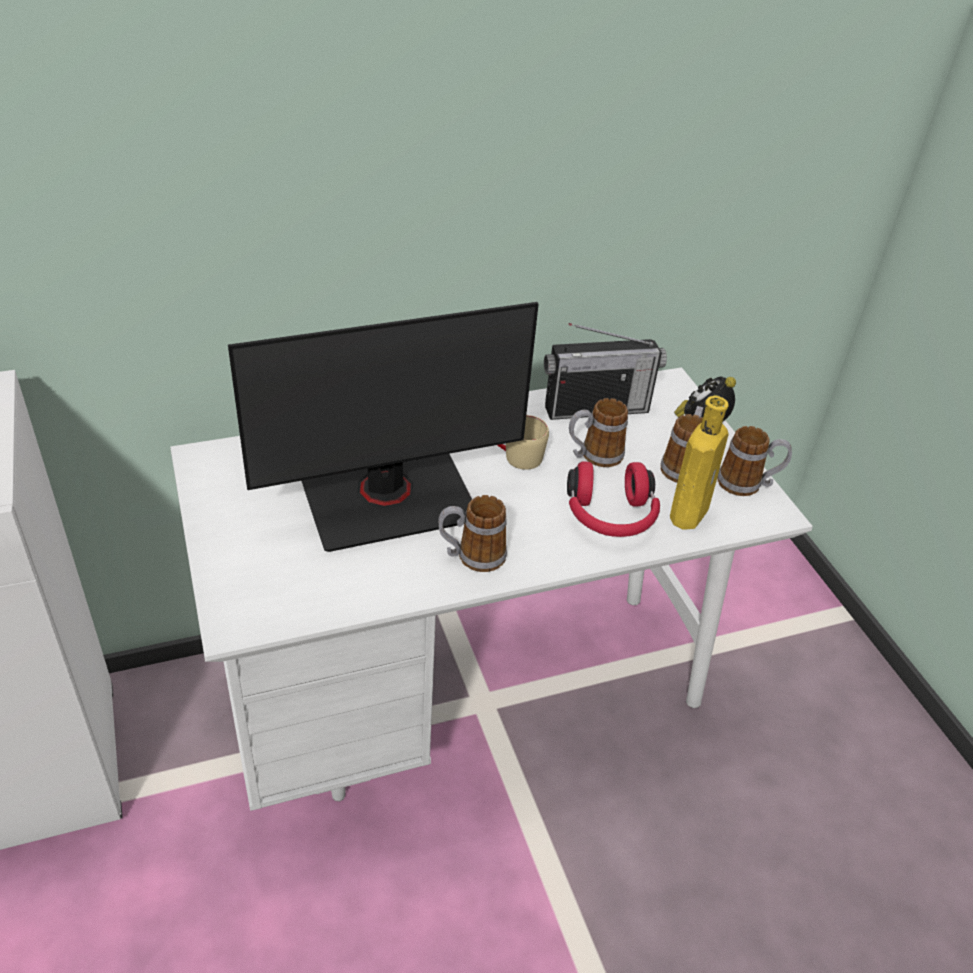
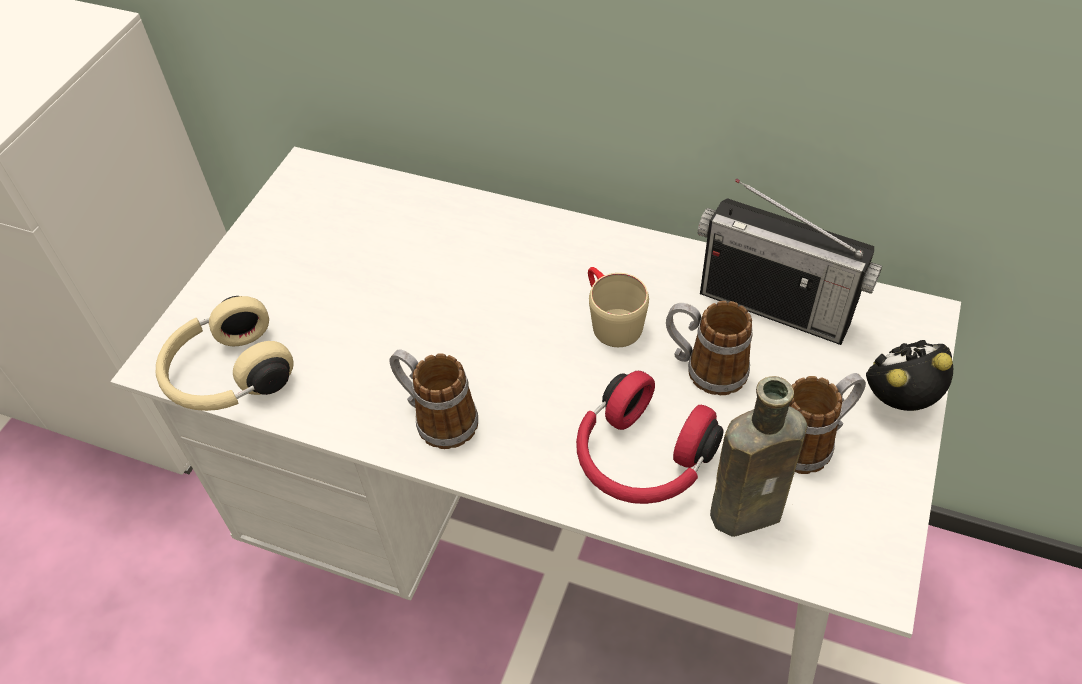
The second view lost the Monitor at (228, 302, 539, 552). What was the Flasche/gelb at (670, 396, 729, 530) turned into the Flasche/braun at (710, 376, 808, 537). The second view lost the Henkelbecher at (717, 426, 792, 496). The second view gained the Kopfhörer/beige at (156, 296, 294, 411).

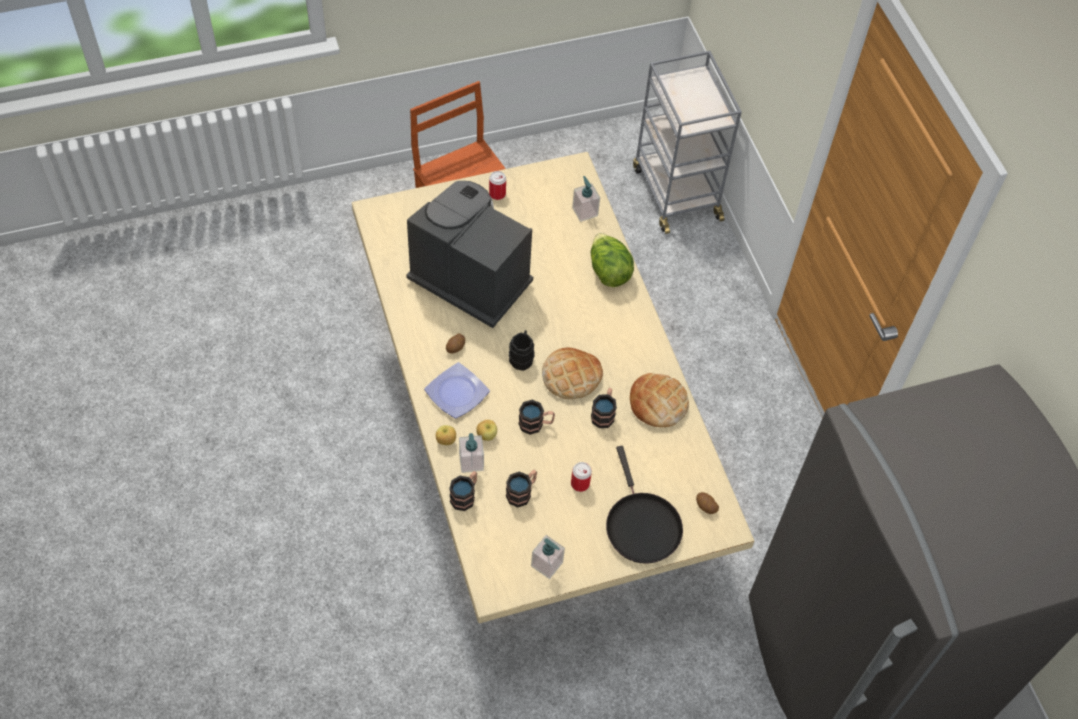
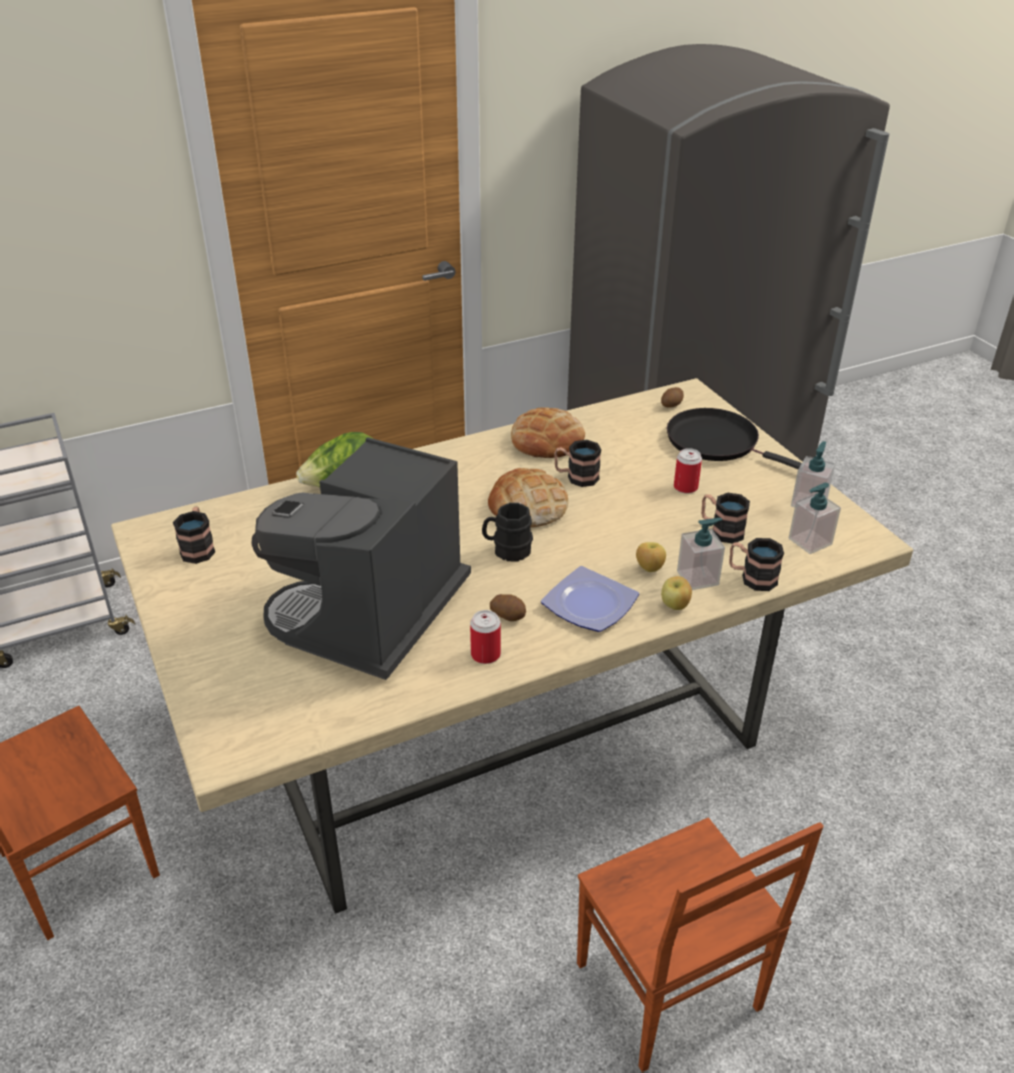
The Dose ended up elsewhere, having gone from (489, 171, 506, 200) to (470, 610, 501, 664). The Seifenspender ended up elsewhere, having gone from (572, 176, 600, 222) to (789, 483, 841, 554). The Henkelbecher ended up elsewhere, having gone from (518, 400, 555, 435) to (173, 507, 215, 564). The Pfanne/schwarz at (606, 446, 683, 564) ended up facing another way, 120 degrees counterclockwise from before. The second view gained the Stuhl/braun at (577, 818, 824, 1072).

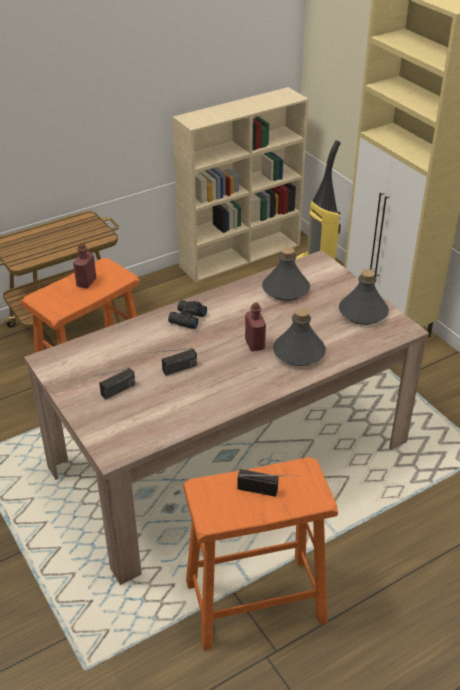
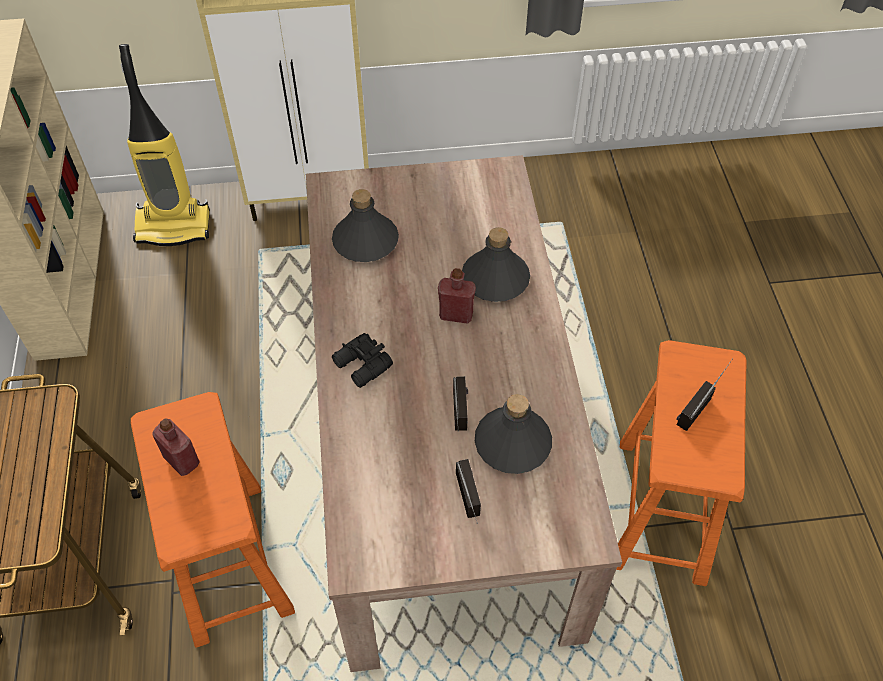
The Flasche/grau ended up elsewhere, having gone from (339, 269, 389, 325) to (475, 394, 552, 474).

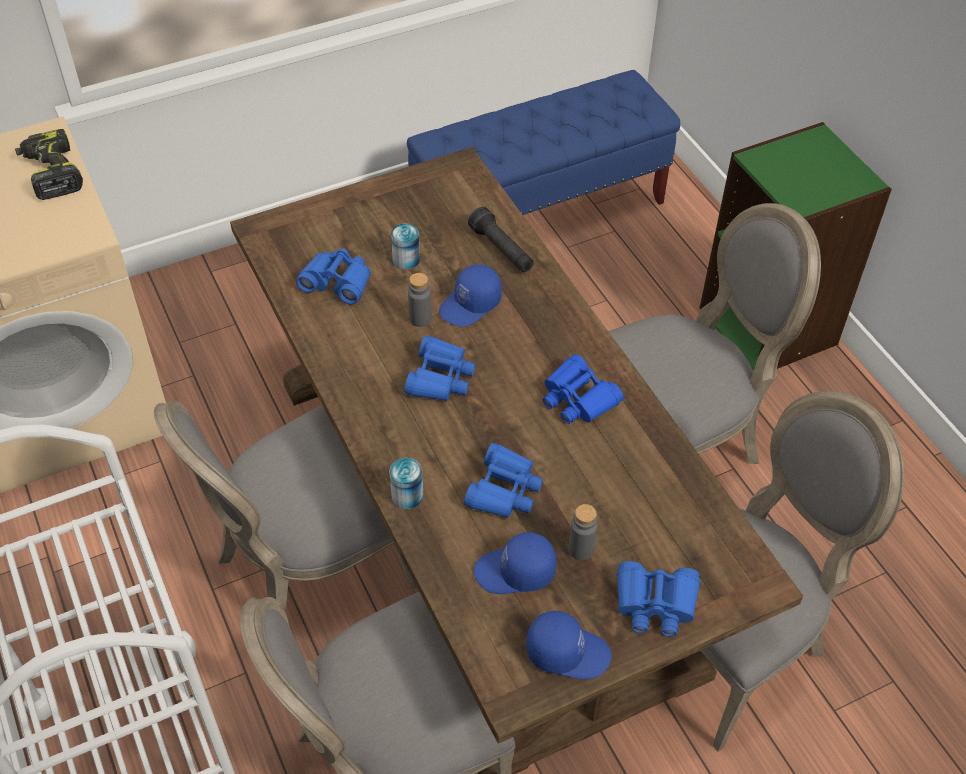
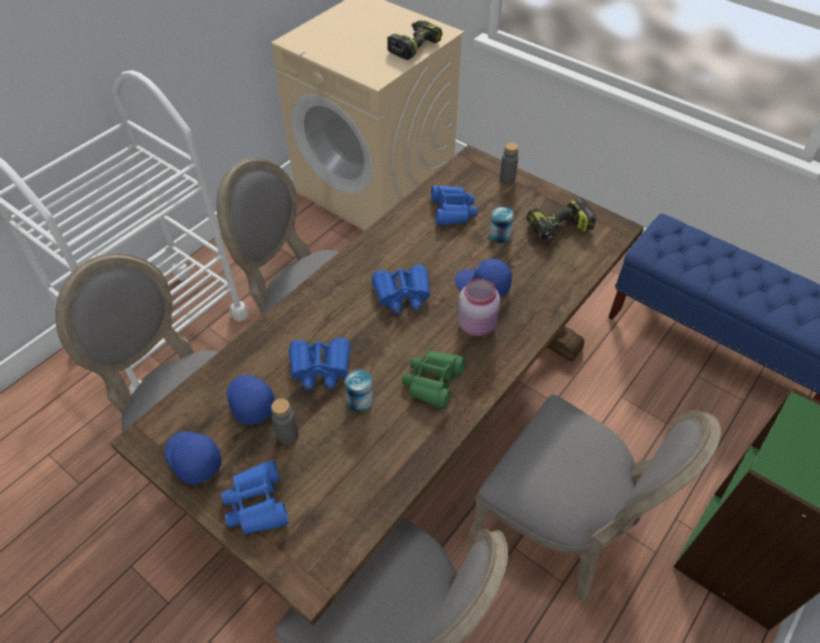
The second view lost the Taschenlampe/schwarz at (468, 207, 534, 272). The Flasche/grau ended up elsewhere, having gone from (408, 273, 432, 327) to (500, 142, 518, 184). What was the Fernglas/blau at (543, 354, 624, 424) turned into the Fernglas/grün at (402, 350, 465, 409). The Dose ended up elsewhere, having gone from (389, 458, 423, 509) to (345, 369, 373, 412). The Kappe/blau at (526, 611, 612, 680) ended up facing another way, 150 degrees clockwise from before. The second view gained the Bohrmaschine at (527, 198, 597, 242). The second view gained the Vorratsglas/rosa at (457, 279, 500, 336).

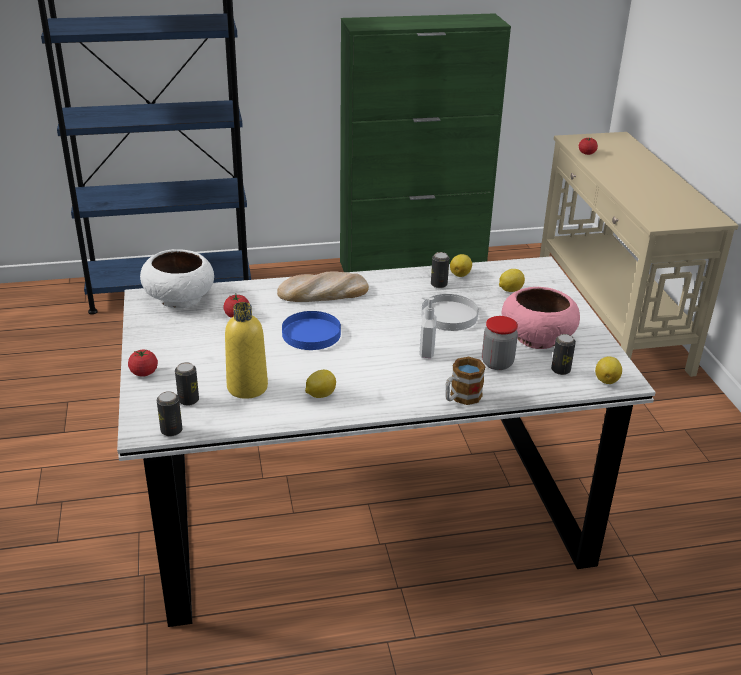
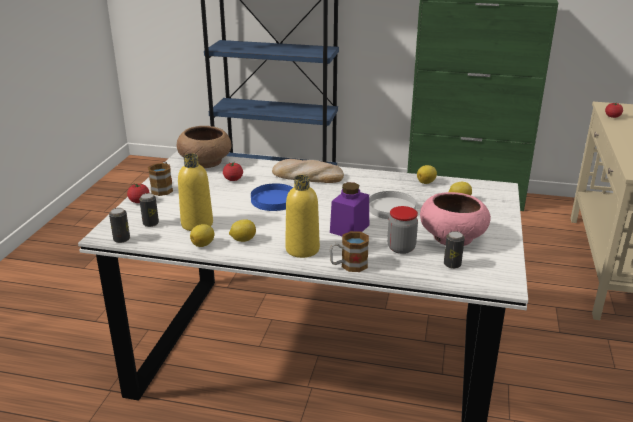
What was the Schüssel/weiß at (140, 249, 214, 308) turned into the Schüssel/braun at (177, 126, 232, 168). The second view lost the Dose at (431, 252, 449, 288). Where the Seifenspender stood at (419, 297, 437, 358), the Vorratsglas/lila came to stand at (330, 182, 369, 236). The Zitrone ended up elsewhere, having gone from (595, 356, 622, 384) to (190, 224, 214, 247). The second view gained the Henkelbecher at (148, 162, 173, 196). The second view gained the Flasche/gelb at (285, 175, 320, 258).

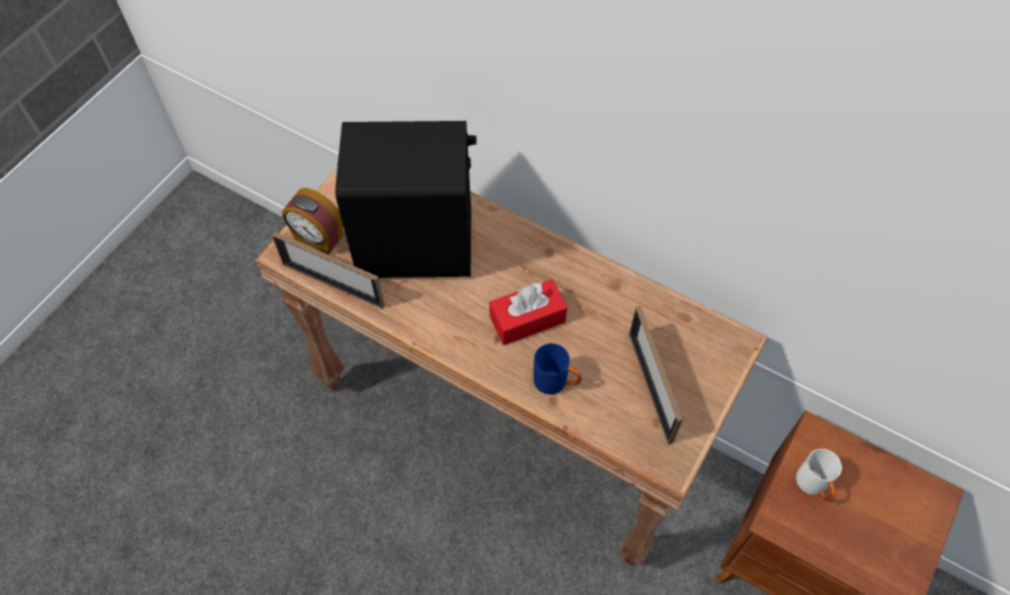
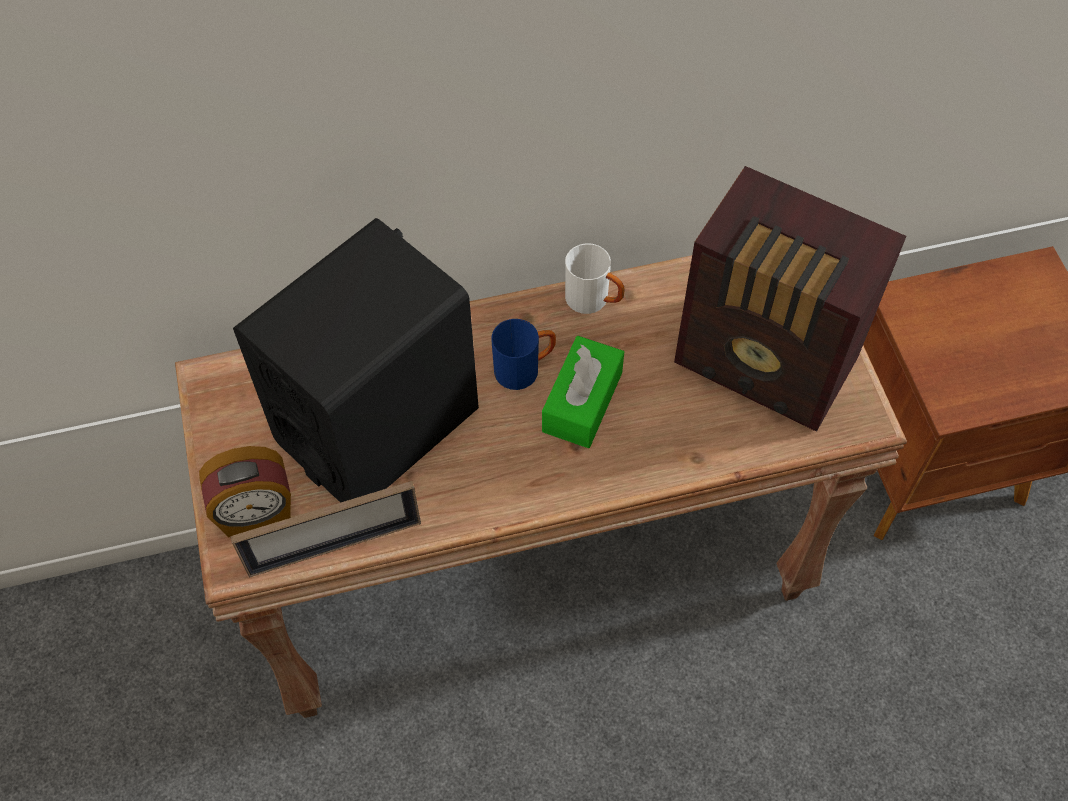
What was the Taschentuchbox/rot at (489, 279, 567, 345) turned into the Taschentuchbox/grün at (542, 336, 624, 448). Where the Bilderrahmen stood at (629, 306, 683, 444), the Radio came to stand at (674, 166, 906, 432). The Henkelbecher/blau ended up elsewhere, having gone from (533, 343, 582, 394) to (491, 319, 556, 390). The Henkelbecher/weiß ended up elsewhere, having gone from (796, 449, 842, 502) to (565, 243, 625, 314).

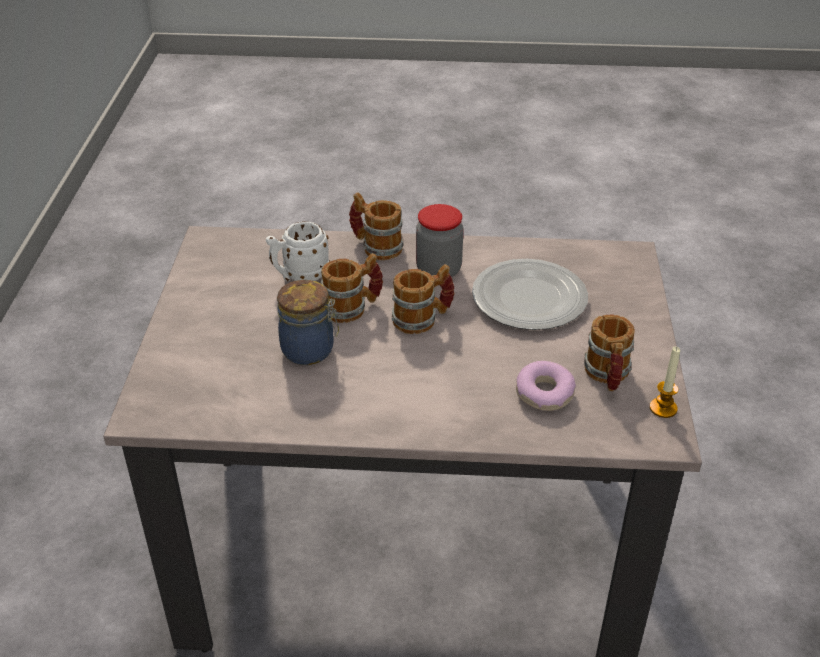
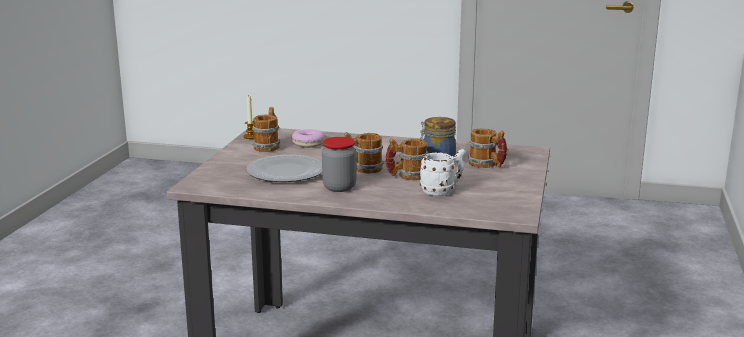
The Henkelbecher ended up elsewhere, having gone from (349, 192, 403, 260) to (468, 128, 507, 168).

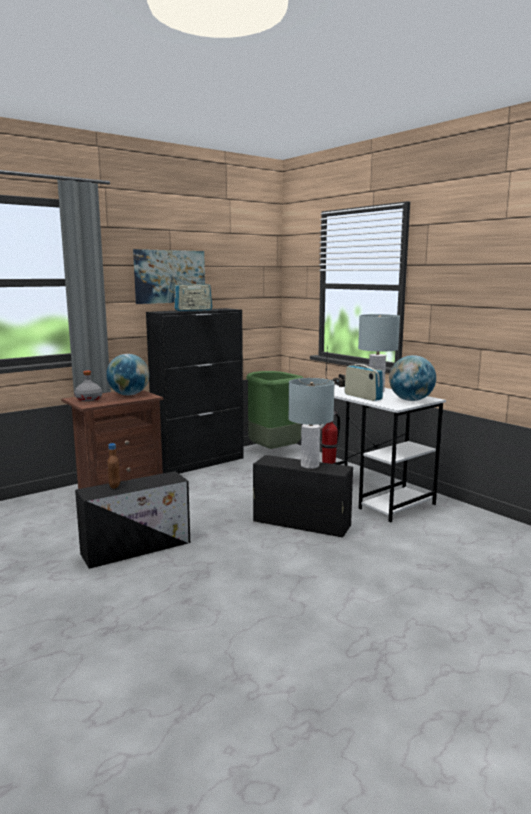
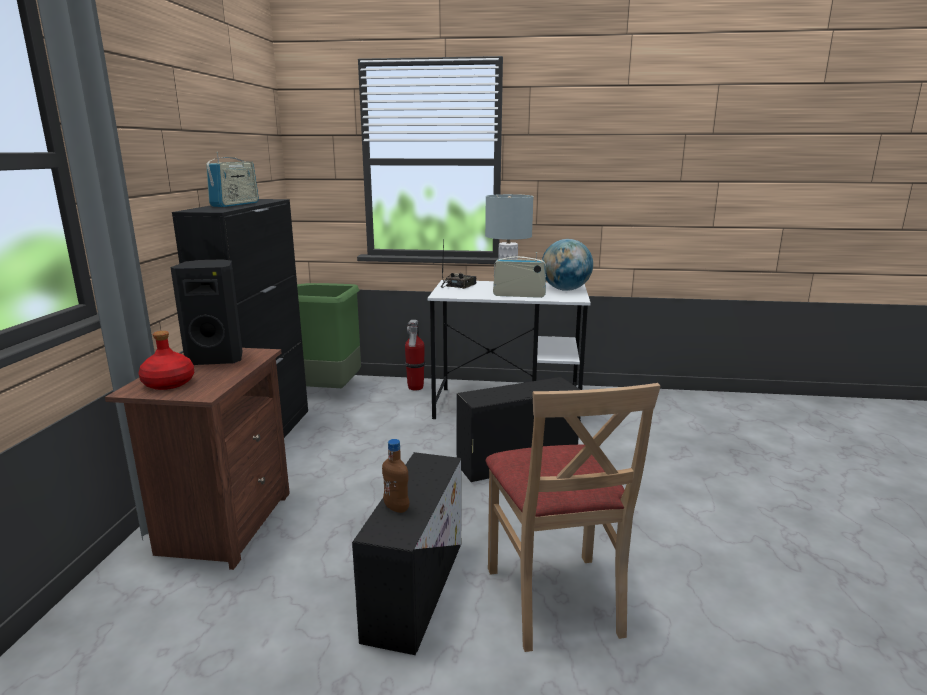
The second view lost the Bild at (133, 249, 205, 304). Where the Globus stood at (106, 354, 149, 395), the Lautsprecher/schwarz came to stand at (170, 259, 243, 365). What was the Flasche/grau at (74, 371, 102, 401) turned into the Flasche/rot at (139, 331, 194, 390). The second view lost the Tischlampe/grau at (288, 378, 335, 469). The second view gained the Stuhl/beige at (486, 383, 660, 652).

